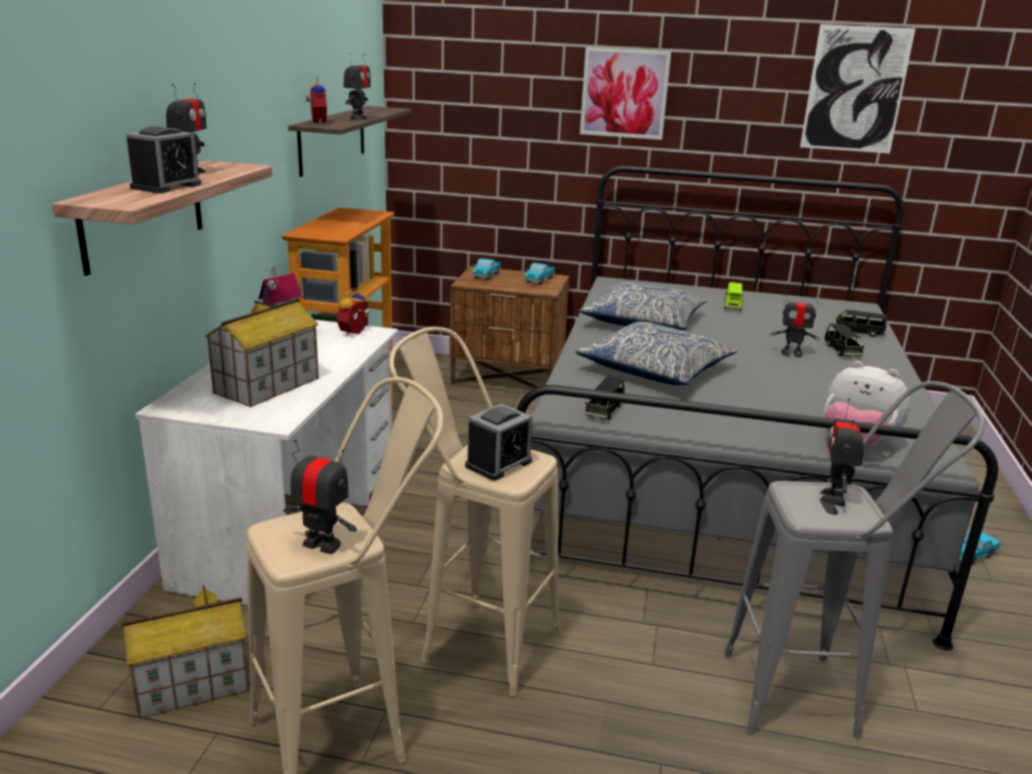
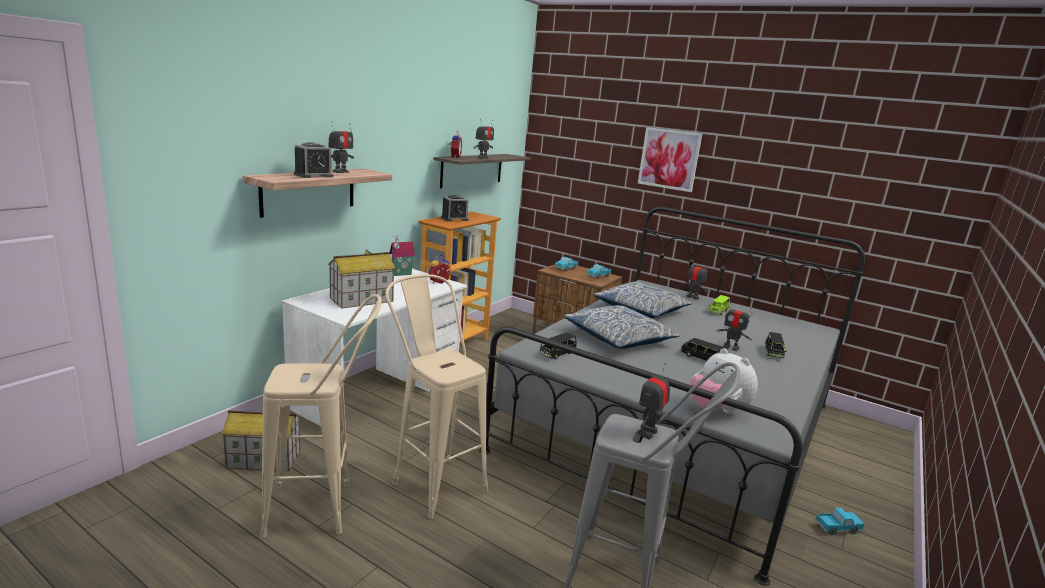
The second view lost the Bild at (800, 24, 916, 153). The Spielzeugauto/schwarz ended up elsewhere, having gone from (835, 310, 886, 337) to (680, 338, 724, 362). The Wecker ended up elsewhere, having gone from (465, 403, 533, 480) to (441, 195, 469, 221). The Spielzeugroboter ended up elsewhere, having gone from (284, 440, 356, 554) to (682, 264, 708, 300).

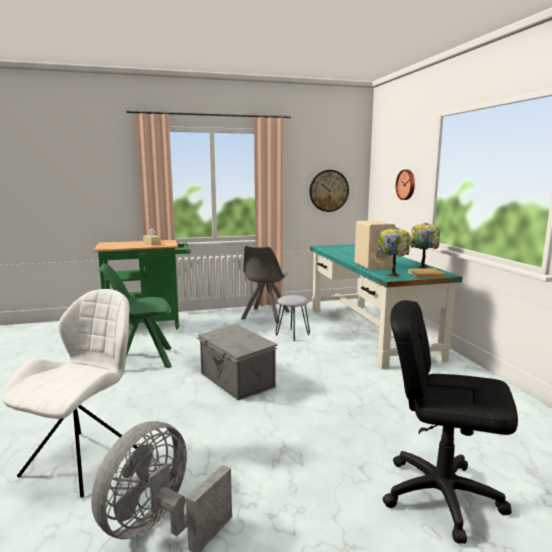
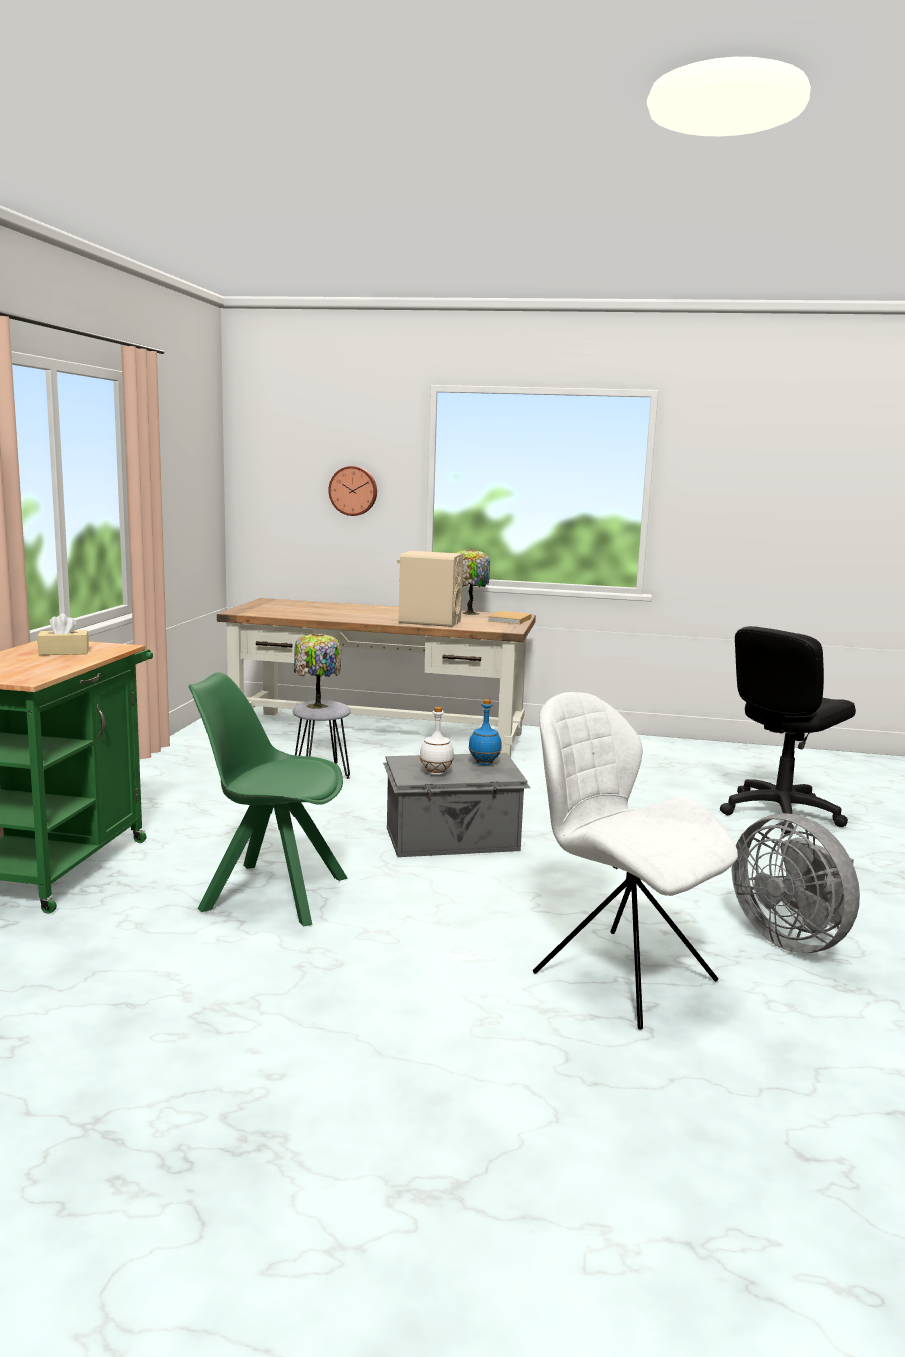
The second view lost the Wanduhr at (309, 170, 349, 212). The Tischlampe ended up elsewhere, having gone from (378, 227, 411, 277) to (294, 633, 341, 709). What was the Schreibtisch/türkis at (310, 244, 463, 369) turned into the Schreibtisch/braun at (217, 598, 536, 758). The second view lost the Stuhl/grau at (241, 245, 290, 323). The Stuhl/grün at (98, 263, 172, 368) ended up facing another way, 90 degrees clockwise from before. The second view gained the Flasche/blau at (469, 699, 502, 765). The second view gained the Flasche/weiß at (420, 707, 454, 775).

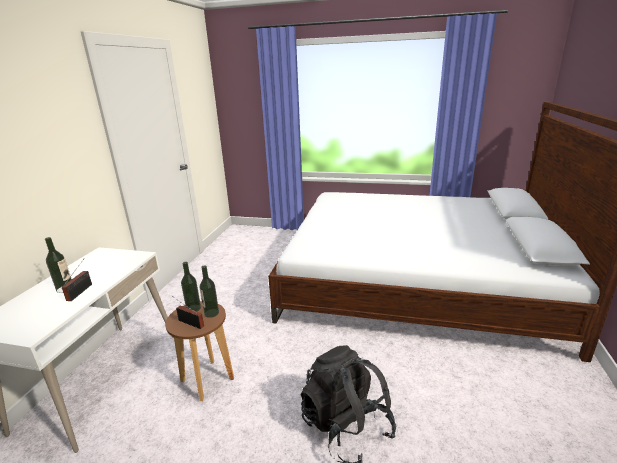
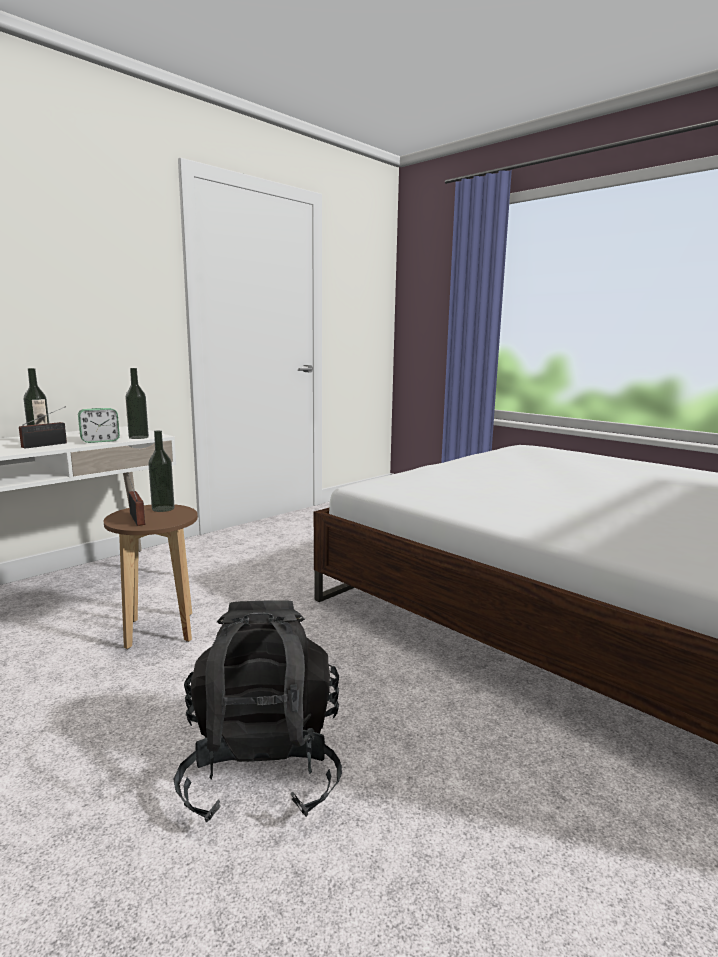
The Flasche ended up elsewhere, having gone from (199, 265, 219, 318) to (125, 368, 149, 439). The second view gained the Wecker at (78, 408, 120, 443).

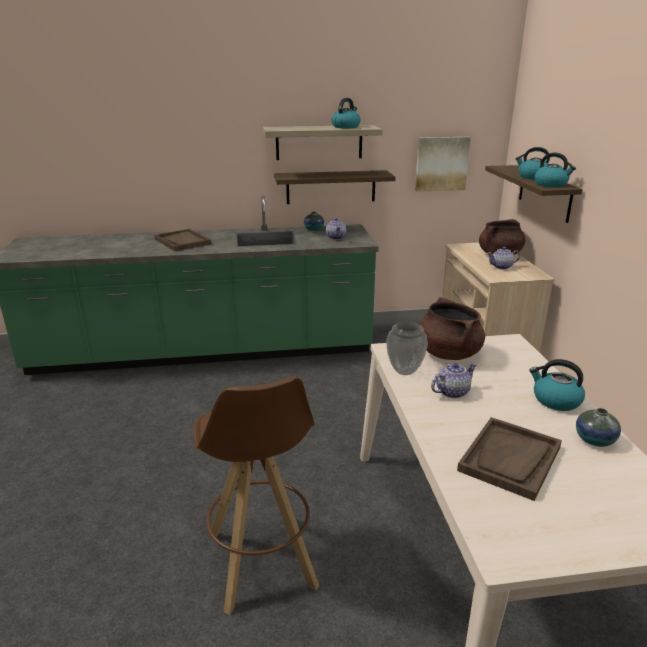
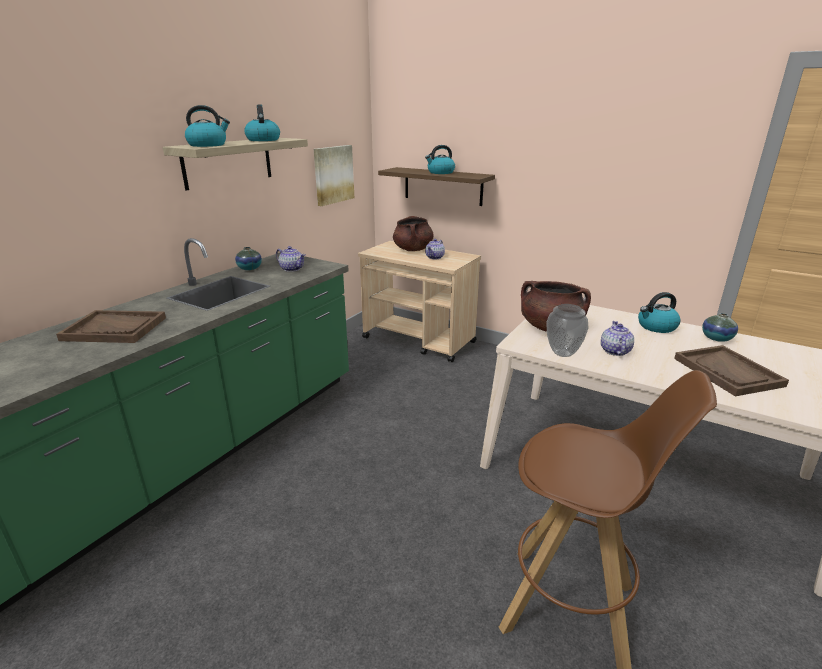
The Wasserkessel ended up elsewhere, having gone from (535, 152, 576, 187) to (185, 105, 230, 147). The second view lost the Wandregal at (274, 170, 396, 204).

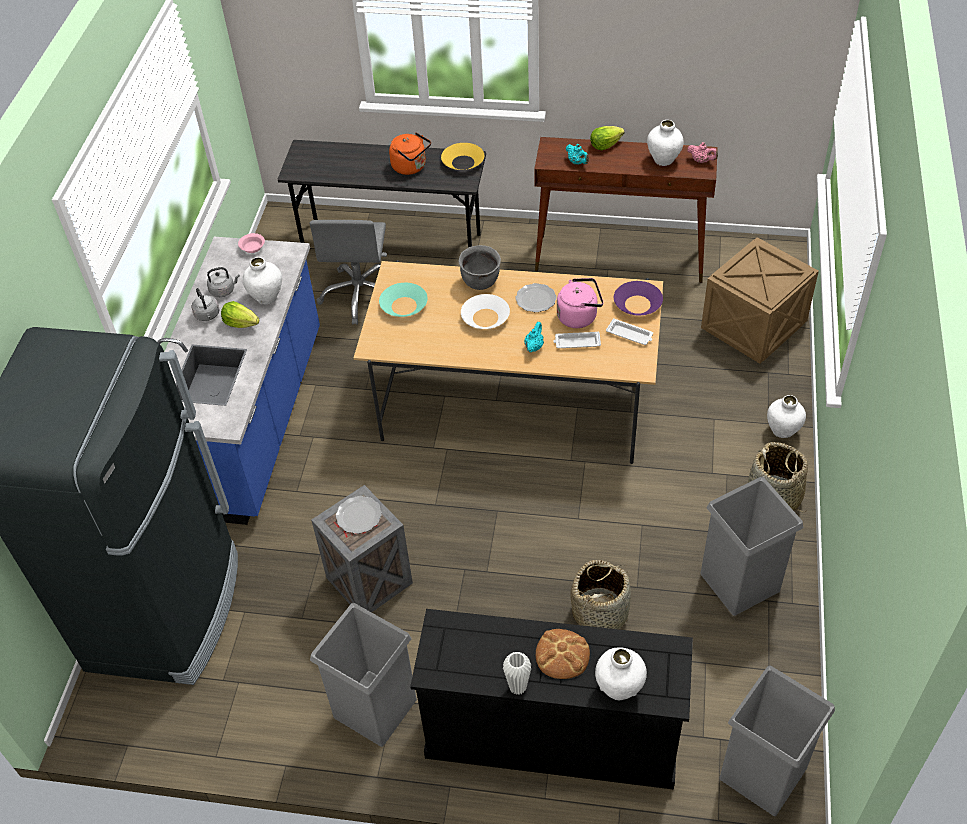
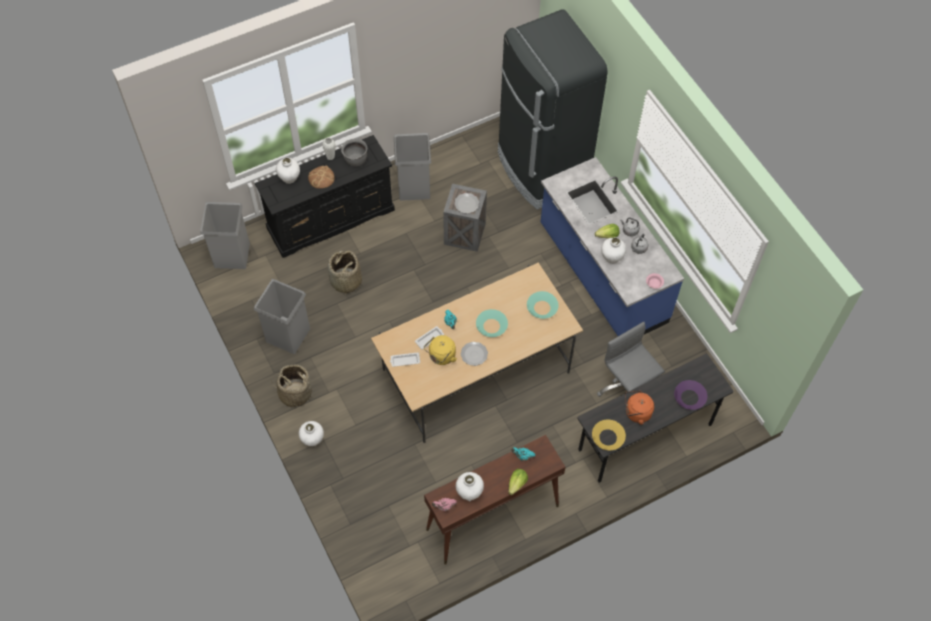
The second view lost the Kiste at (701, 237, 819, 363). The Kochtopf/grau ended up elsewhere, having gone from (458, 245, 501, 290) to (341, 139, 367, 166). What was the Wasserkessel/rosa at (557, 278, 604, 328) turned into the Wasserkessel/gelb at (424, 335, 457, 365). The Schüssel/lila ended up elsewhere, having gone from (614, 281, 663, 315) to (674, 380, 707, 410). What was the Schüssel/weiß at (461, 294, 510, 329) turned into the Schüssel/türkis at (476, 309, 508, 337).

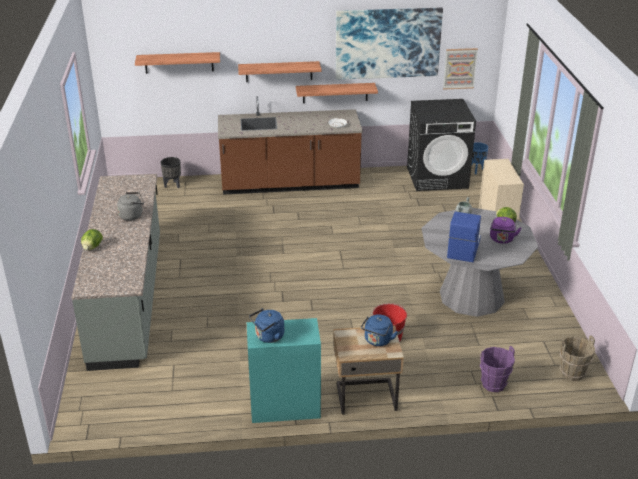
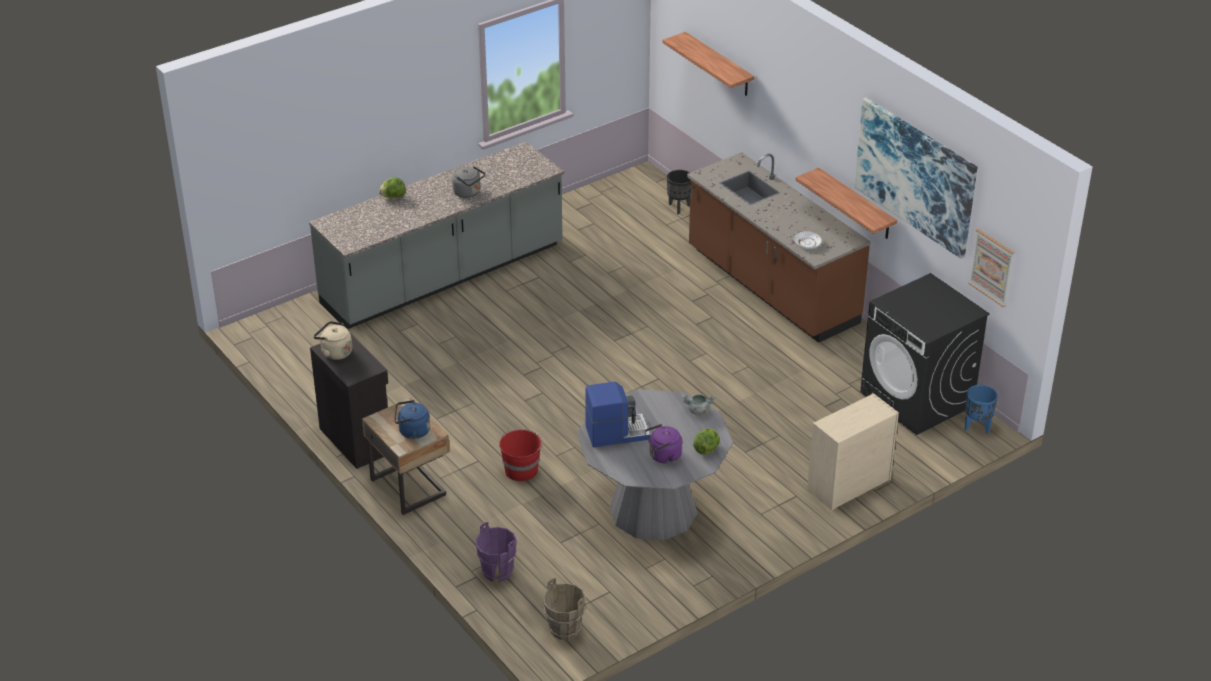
The second view lost the Wandregal at (238, 61, 321, 82). What was the Wasserkessel/blau at (249, 308, 284, 343) turned into the Wasserkessel/beige at (314, 321, 352, 360). What was the Schrank/türkis at (247, 318, 321, 423) turned into the Schrank/schwarz at (310, 335, 388, 469).

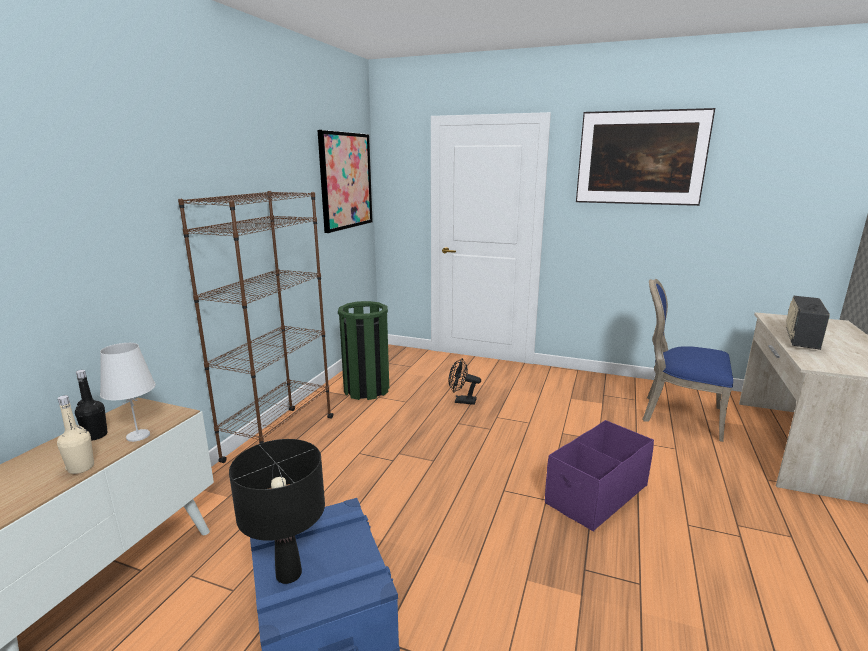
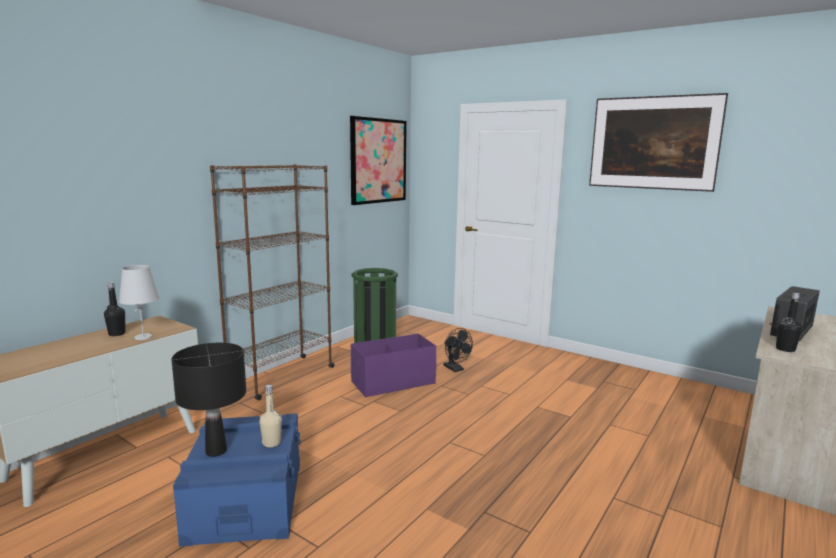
The second view lost the Stuhl/blau at (642, 279, 733, 442). The Ventilator/schwarz at (449, 358, 481, 405) ended up facing another way, 150 degrees counterclockwise from before. The Flasche/beige ended up elsewhere, having gone from (57, 395, 94, 474) to (259, 385, 282, 448). The Aufbewahrungsbox/lila ended up elsewhere, having gone from (545, 420, 654, 532) to (351, 334, 436, 397). The second view gained the Flasche/schwarz at (776, 293, 802, 352).

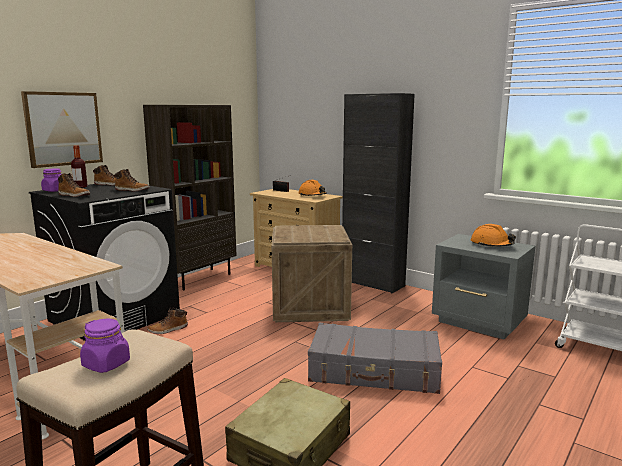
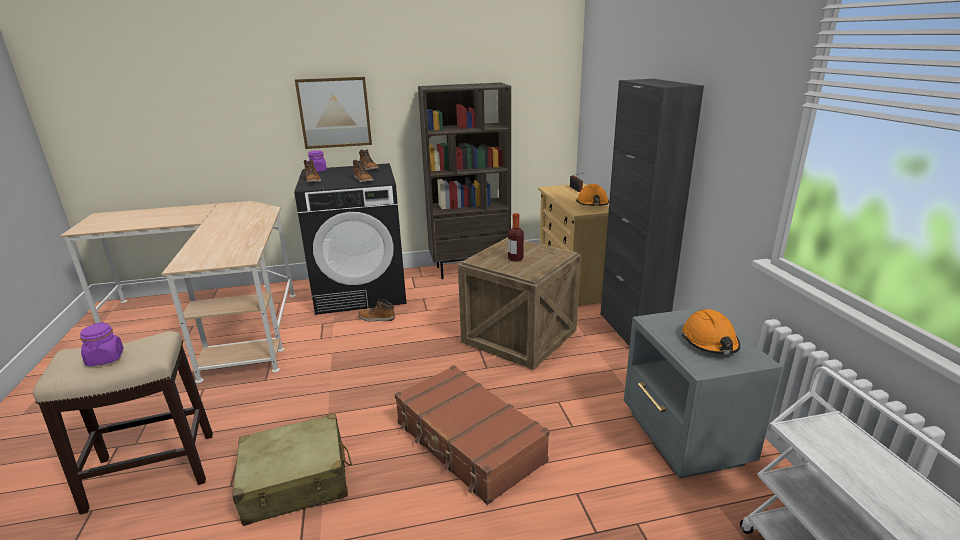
The Flasche ended up elsewhere, having gone from (71, 145, 88, 188) to (508, 213, 524, 262). What was the Koffer/grau at (308, 323, 442, 394) turned into the Koffer/braun at (395, 365, 550, 505).

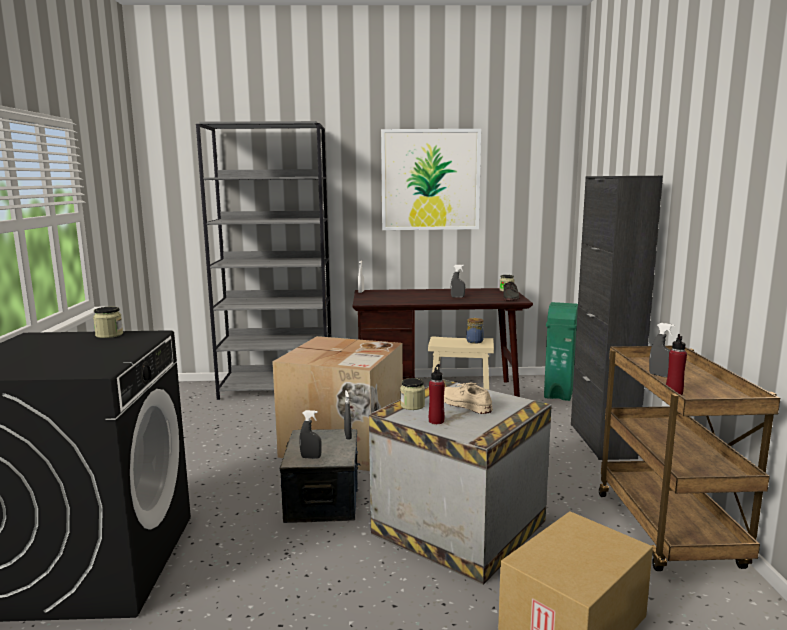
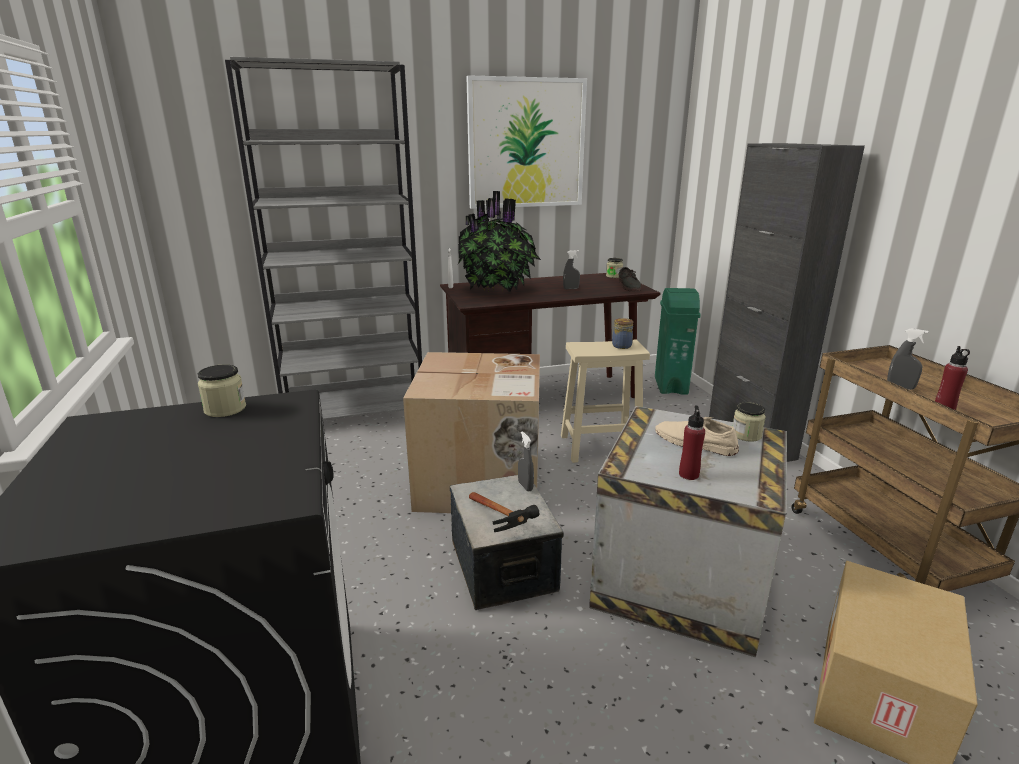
The Vorratsglas ended up elsewhere, having gone from (400, 378, 425, 410) to (733, 402, 766, 442). Where the Sprühflasche/grau stood at (299, 410, 322, 459), the Hammer came to stand at (469, 492, 540, 532). The second view gained the Topfpflanze at (458, 191, 541, 293).

